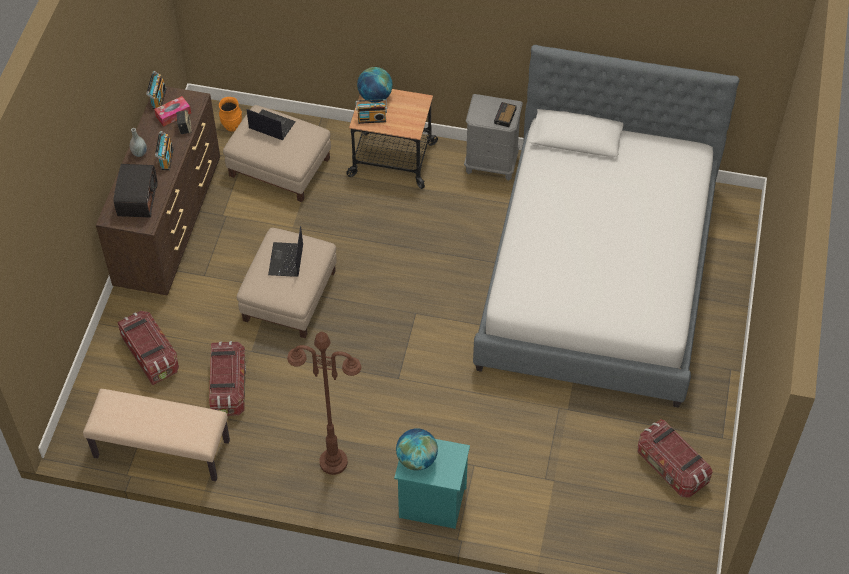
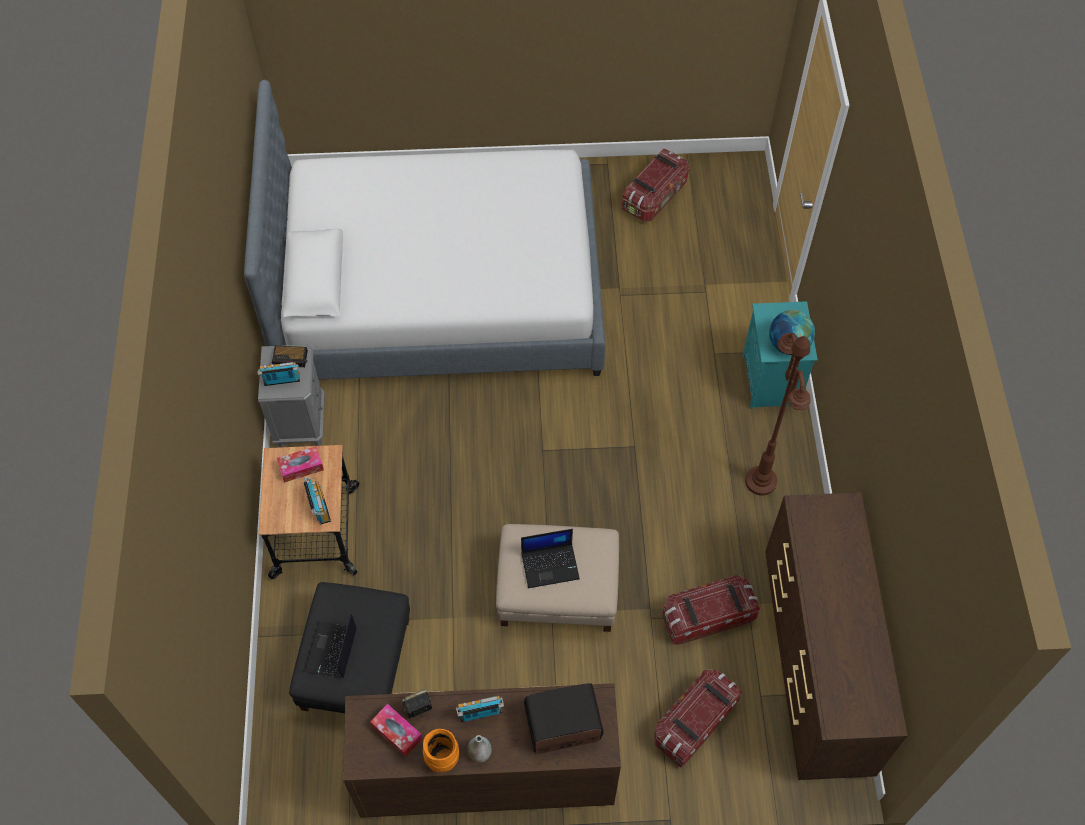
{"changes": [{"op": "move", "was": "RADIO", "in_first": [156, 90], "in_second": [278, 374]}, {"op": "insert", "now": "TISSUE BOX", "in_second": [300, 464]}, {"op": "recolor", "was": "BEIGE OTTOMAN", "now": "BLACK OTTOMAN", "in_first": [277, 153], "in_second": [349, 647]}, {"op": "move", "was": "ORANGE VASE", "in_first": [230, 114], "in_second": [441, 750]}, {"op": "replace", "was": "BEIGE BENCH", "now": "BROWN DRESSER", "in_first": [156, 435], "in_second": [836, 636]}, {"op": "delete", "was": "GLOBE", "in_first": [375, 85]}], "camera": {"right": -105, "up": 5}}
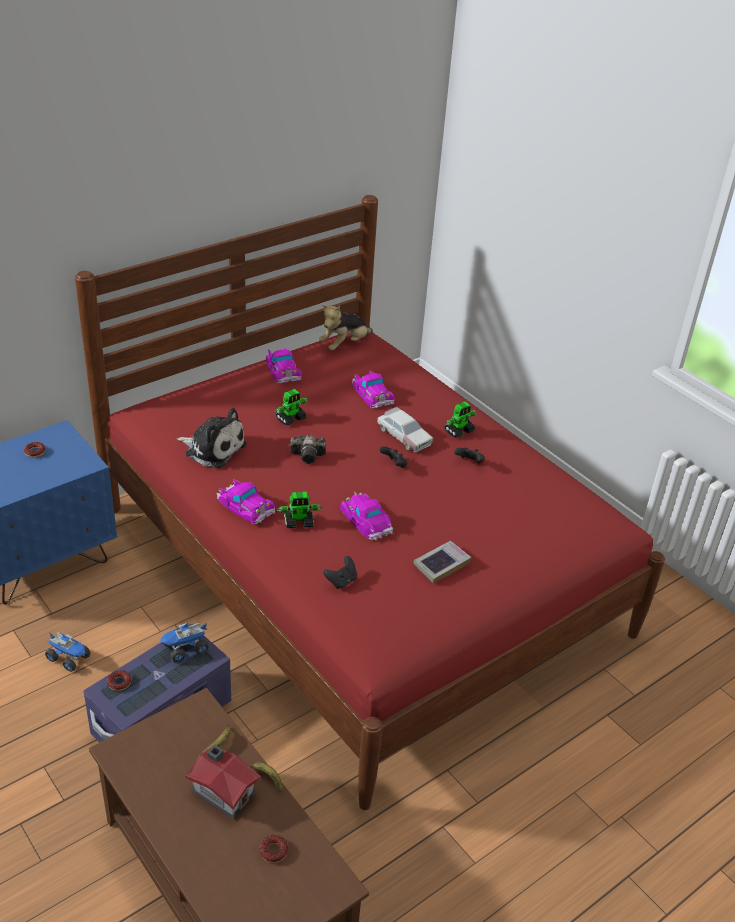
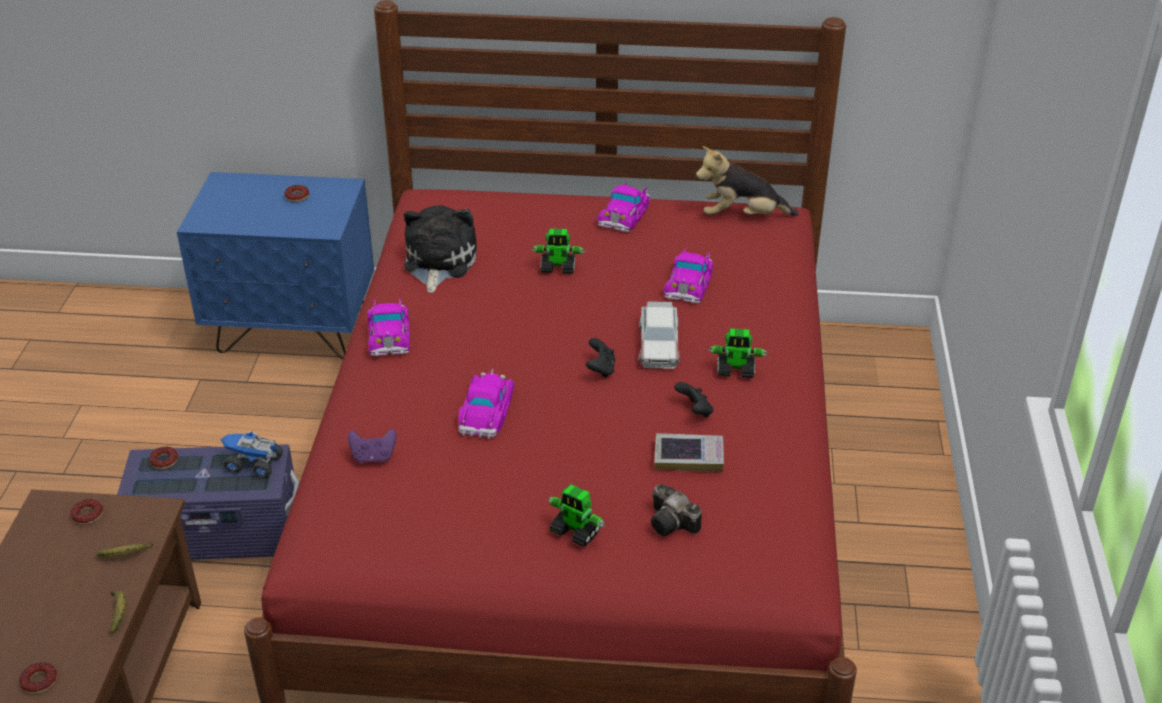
{"changes": [{"op": "insert", "now": "DONUT", "in_second": [86, 512]}, {"op": "recolor", "was": "BLACK GAME CONTROLLER", "now": "PURPLE GAME CONTROLLER", "in_first": [340, 572], "in_second": [372, 446]}, {"op": "rotate", "was": "PLUSH TOY", "in_first": [212, 438], "in_second": [440, 249], "clockwise": -150}, {"op": "move", "was": "TOY ROBOT", "in_first": [299, 510], "in_second": [576, 515]}, {"op": "move", "was": "PHOTO CAMERA", "in_first": [308, 449], "in_second": [676, 510]}, {"op": "move", "was": "BOOK", "in_first": [442, 562], "in_second": [689, 452]}, {"op": "delete", "was": "TOY TRUCK", "in_first": [68, 652]}, {"op": "delete", "was": "TOY HOUSE", "in_first": [223, 782]}], "camera": {"right": 45, "up": 0}}
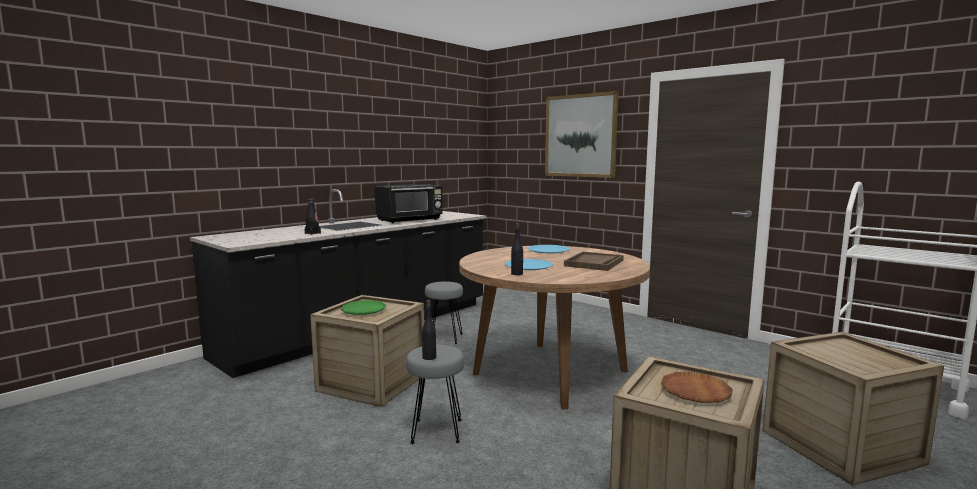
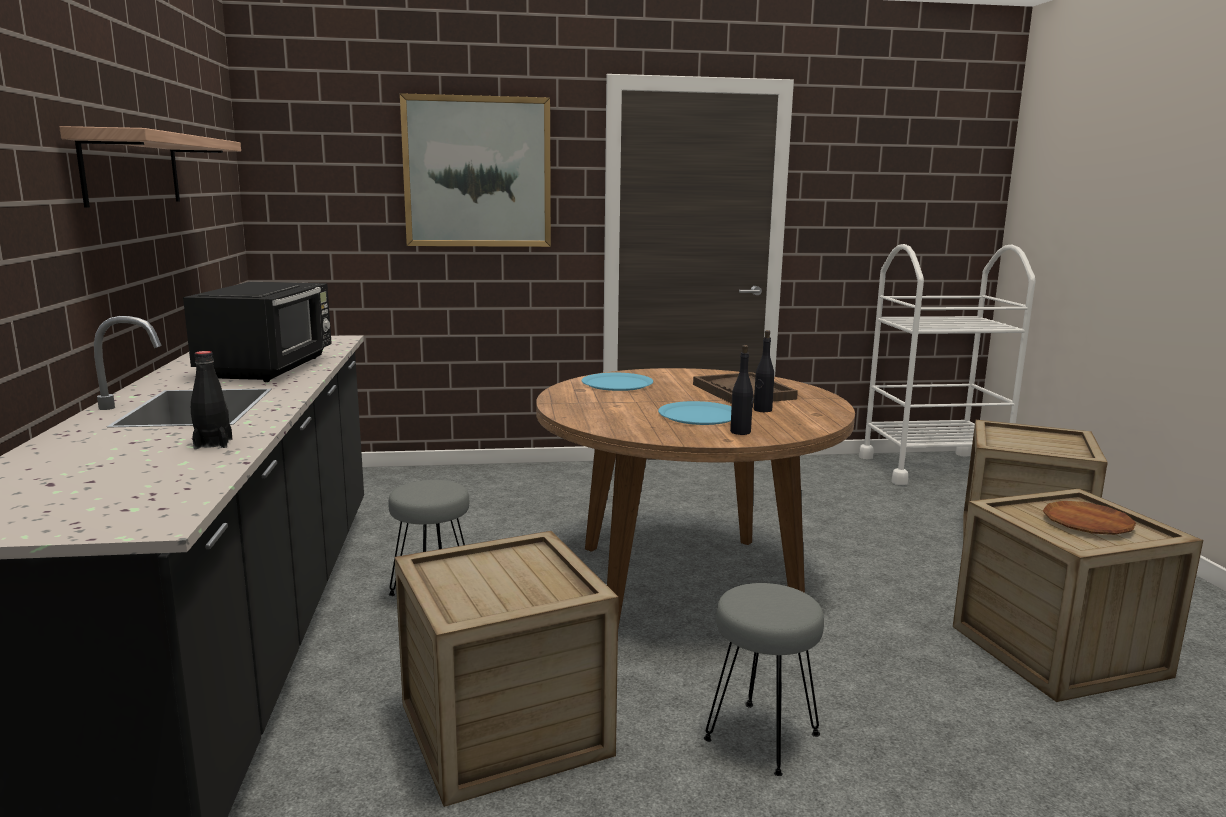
{"changes": [{"op": "insert", "now": "SHELF", "in_second": [150, 167]}, {"op": "move", "was": "BLACK BOTTLE", "in_first": [429, 330], "in_second": [764, 371]}, {"op": "delete", "was": "GREEN PLATE", "in_first": [363, 307]}], "camera": {"right": -50, "up": 5}}
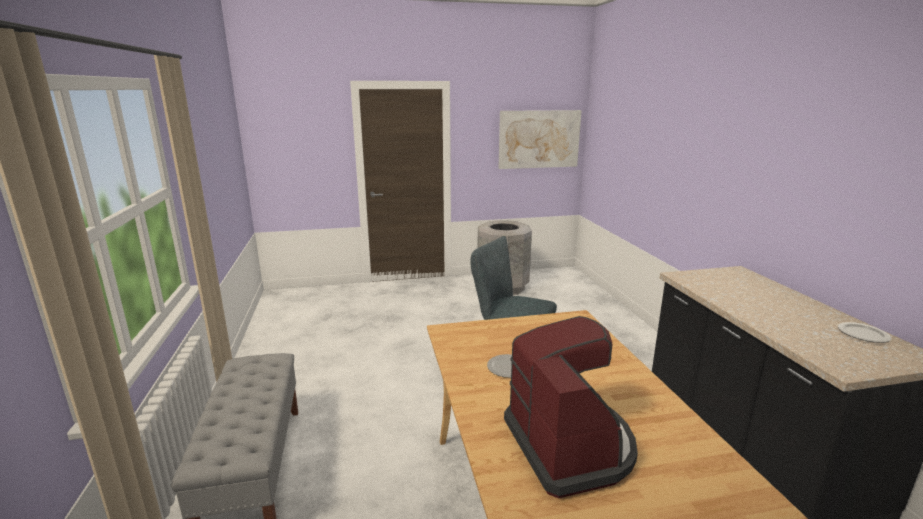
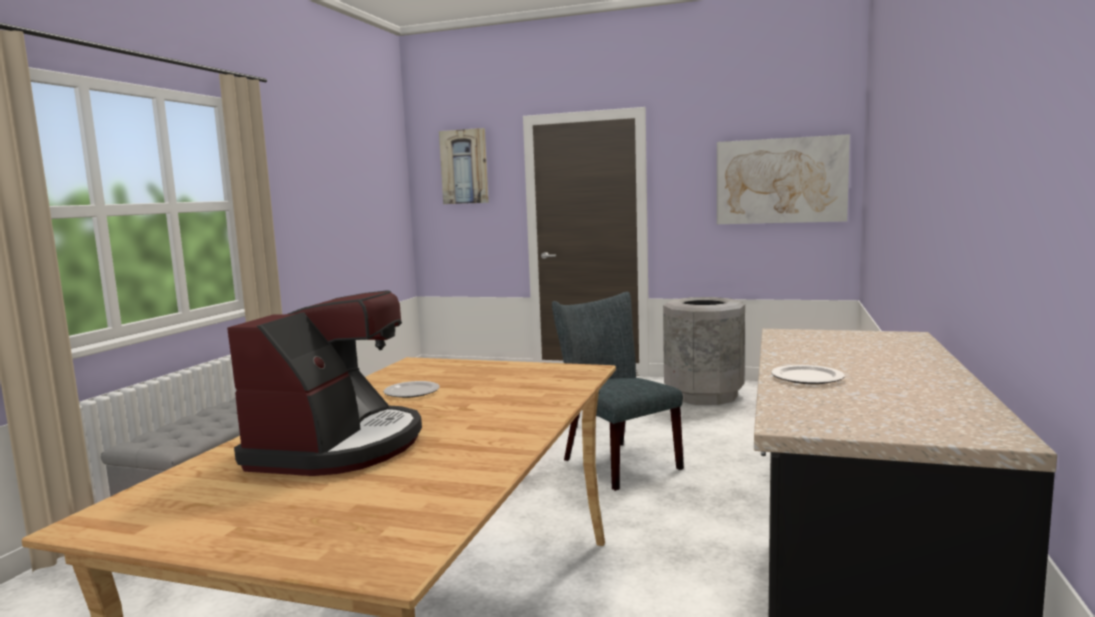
{"changes": [{"op": "insert", "now": "PICTURE", "in_second": [464, 166]}, {"op": "move", "was": "PLATE", "in_first": [865, 332], "in_second": [808, 374]}], "camera": {"right": 30, "up": -10}}
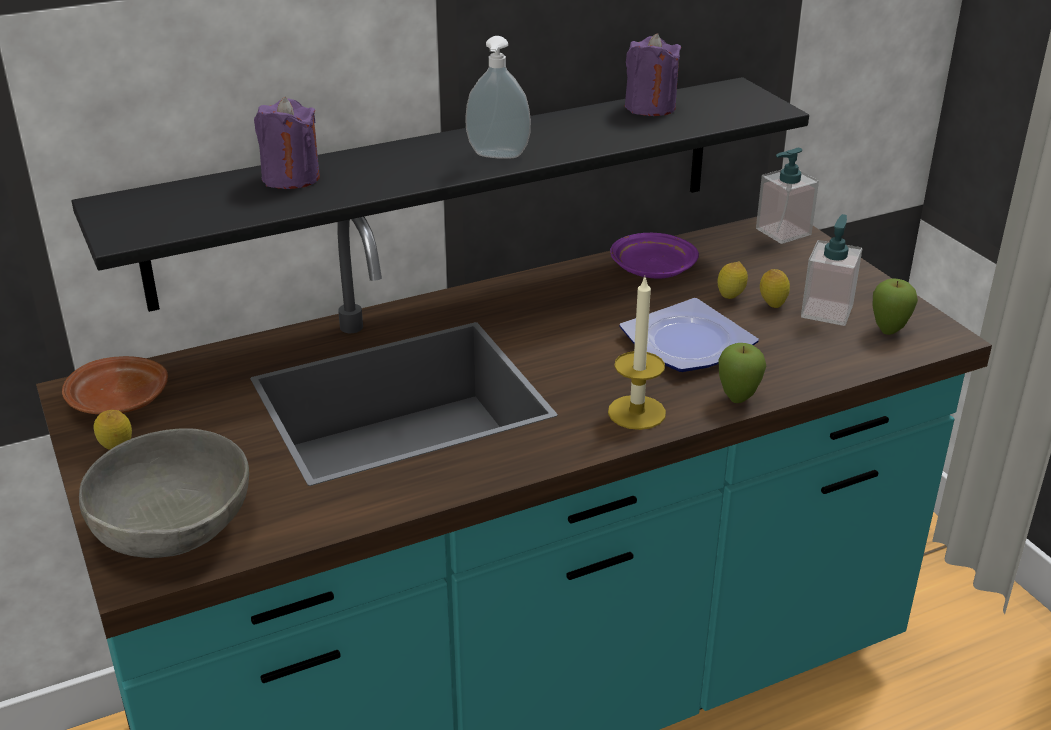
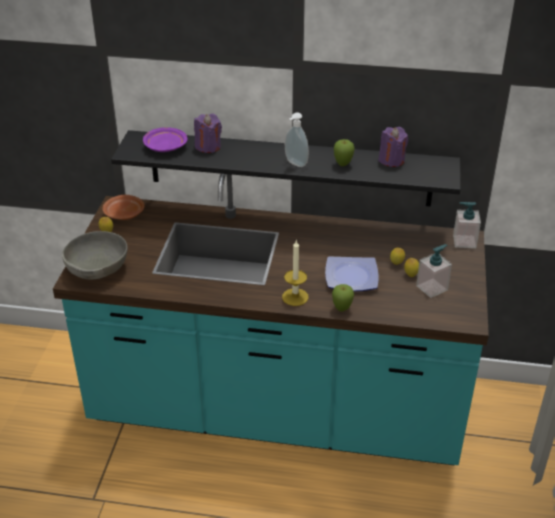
{"changes": [{"op": "move", "was": "PURPLE PLATE", "in_first": [654, 256], "in_second": [165, 139]}, {"op": "move", "was": "APPLE", "in_first": [895, 306], "in_second": [344, 152]}], "camera": {"right": 35, "up": 5}}
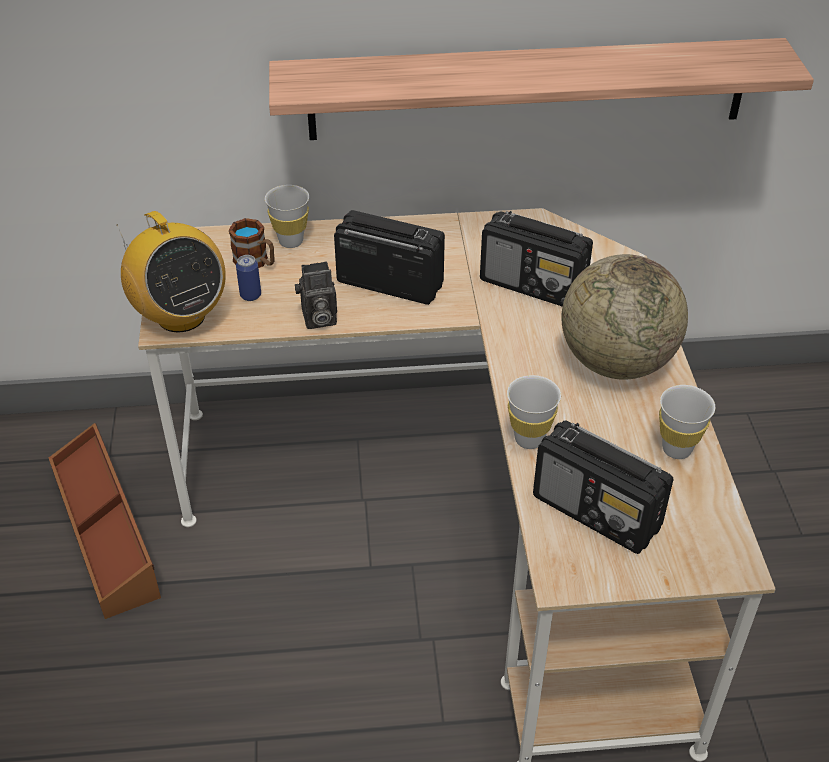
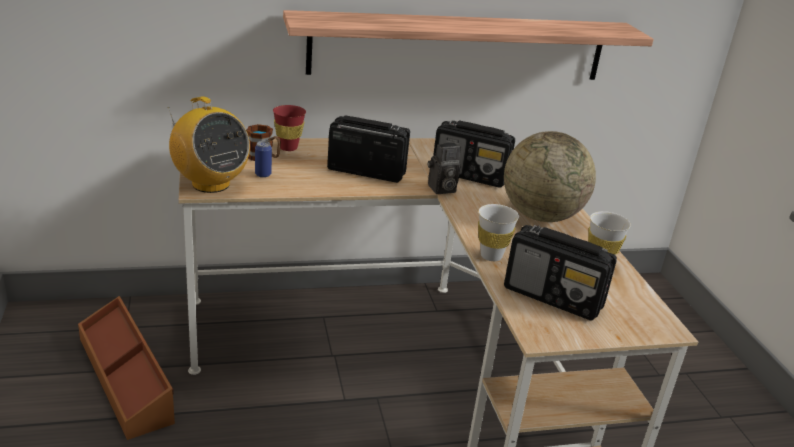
{"changes": [{"op": "recolor", "was": "WHITE CUP", "now": "RED CUP", "in_first": [287, 216], "in_second": [289, 128]}, {"op": "move", "was": "PHOTO CAMERA", "in_first": [316, 295], "in_second": [444, 168]}], "camera": {"right": -10, "up": -15}}
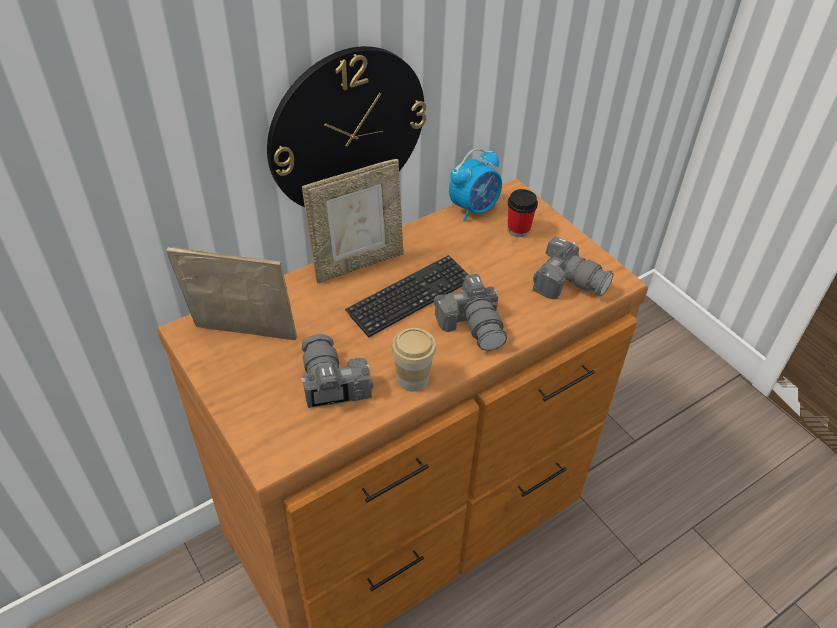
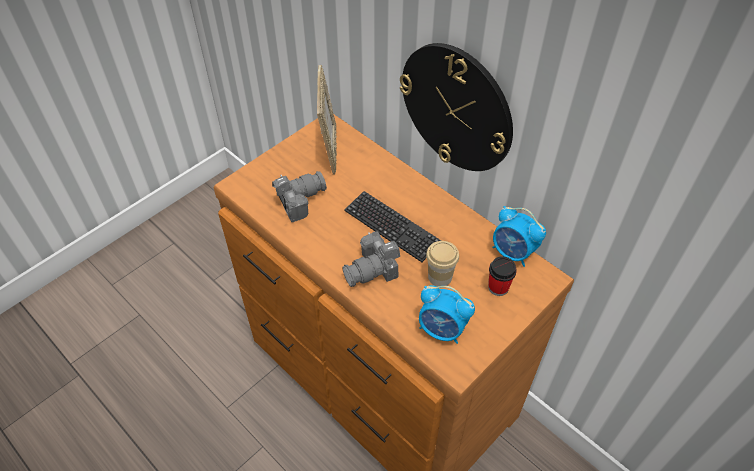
{"changes": [{"op": "replace", "was": "PHOTO CAMERA", "now": "ALARM CLOCK", "in_first": [573, 267], "in_second": [447, 314]}, {"op": "move", "was": "CUP", "in_first": [413, 360], "in_second": [442, 264]}, {"op": "delete", "was": "PICTURE FRAME", "in_first": [353, 221]}], "camera": {"right": 80, "up": 5}}
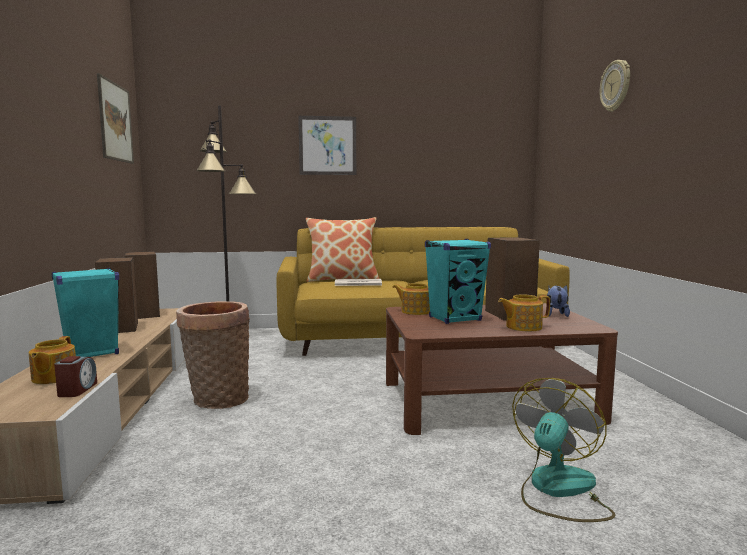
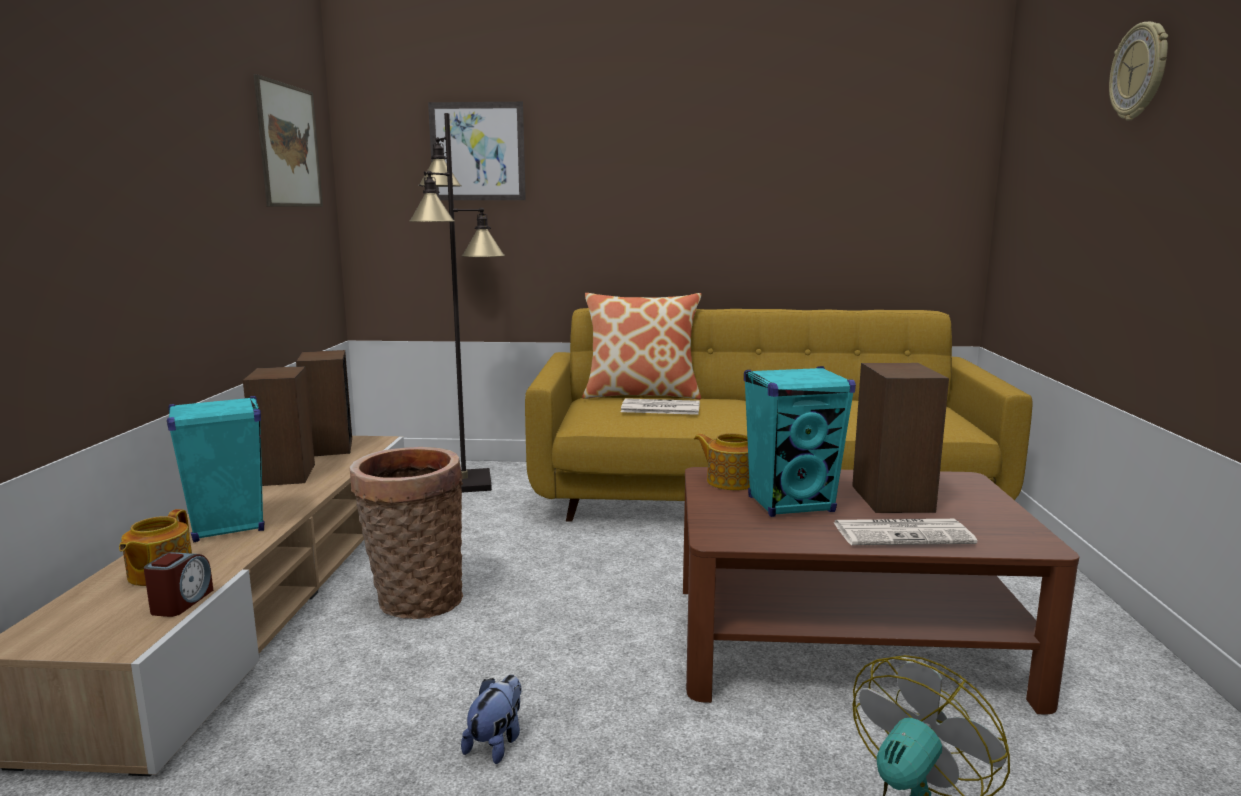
{"changes": [{"op": "move", "was": "PICTURE", "in_first": [327, 145], "in_second": [477, 151]}, {"op": "move", "was": "PLUSH TOY", "in_first": [558, 301], "in_second": [491, 719]}, {"op": "replace", "was": "TEAPOT", "now": "NEWSPAPER", "in_first": [524, 312], "in_second": [905, 532]}], "camera": {"right": 10, "up": 5}}
